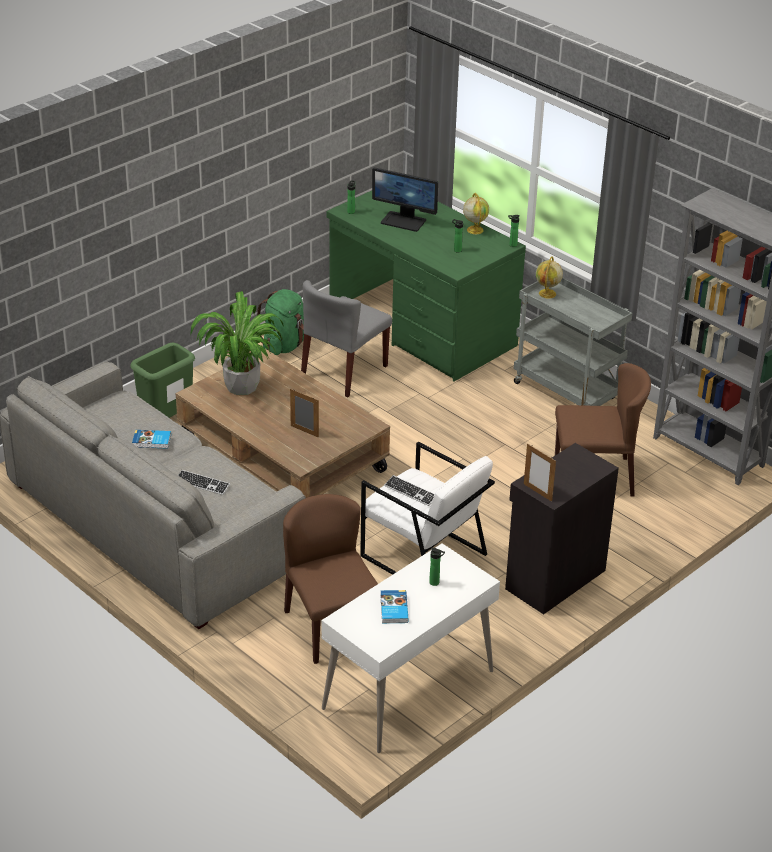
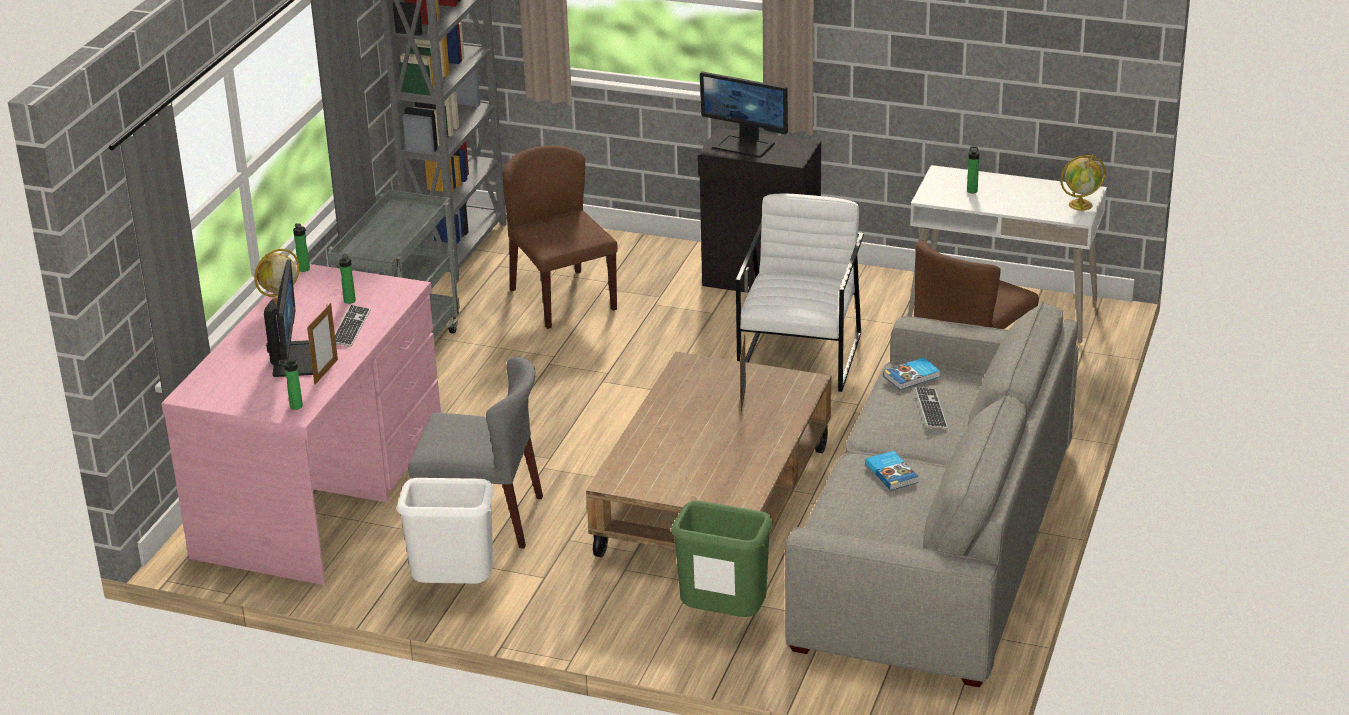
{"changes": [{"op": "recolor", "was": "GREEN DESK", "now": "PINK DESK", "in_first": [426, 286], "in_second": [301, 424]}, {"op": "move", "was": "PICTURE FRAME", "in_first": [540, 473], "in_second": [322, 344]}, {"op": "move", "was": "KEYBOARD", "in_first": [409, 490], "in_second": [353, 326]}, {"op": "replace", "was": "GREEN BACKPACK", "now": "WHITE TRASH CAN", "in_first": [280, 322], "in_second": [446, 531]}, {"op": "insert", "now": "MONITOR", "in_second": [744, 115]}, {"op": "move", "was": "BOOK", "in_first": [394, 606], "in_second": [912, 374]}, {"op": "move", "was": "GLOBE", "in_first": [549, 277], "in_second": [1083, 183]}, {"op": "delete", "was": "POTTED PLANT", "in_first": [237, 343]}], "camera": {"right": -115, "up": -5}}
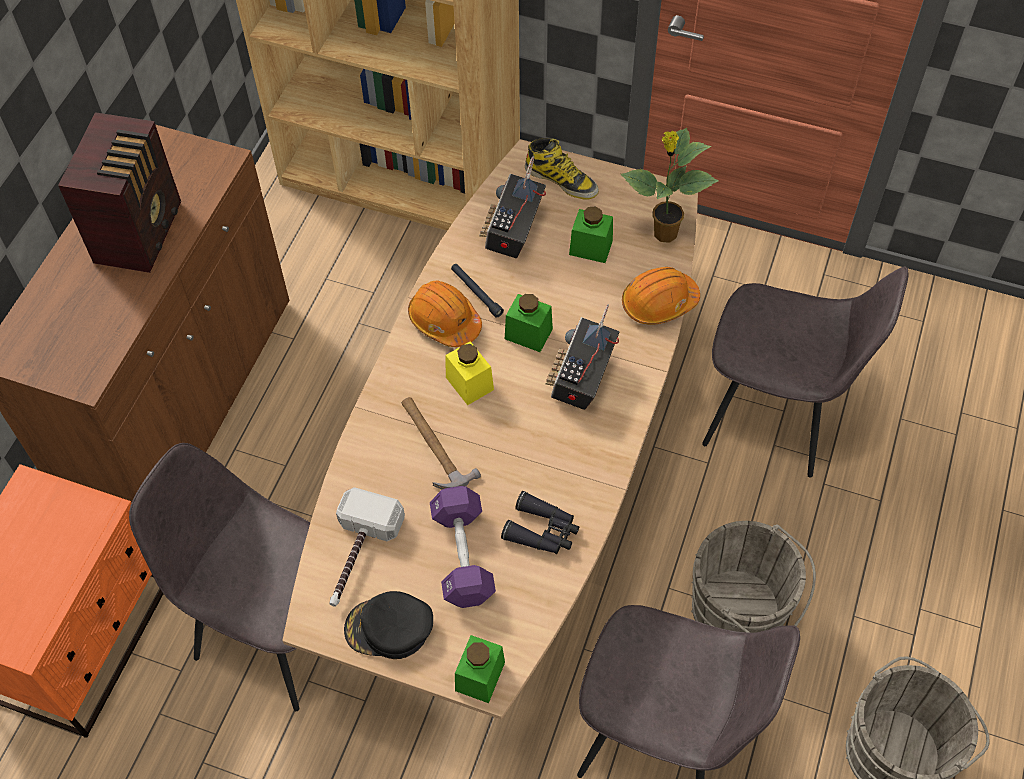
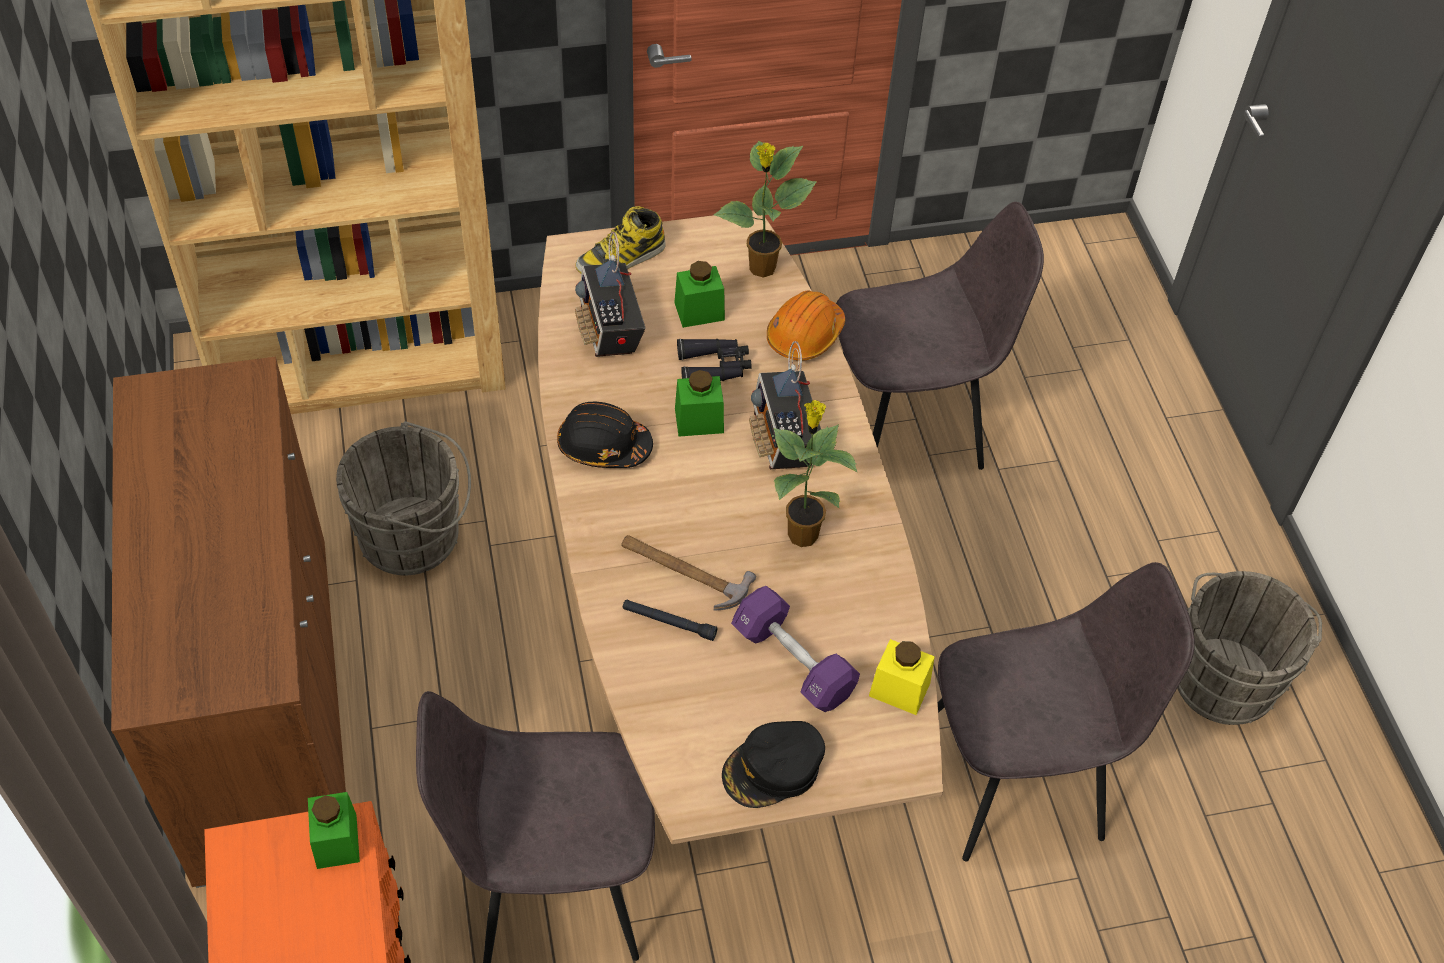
{"changes": [{"op": "move", "was": "GREEN JAR", "in_first": [480, 669], "in_second": [334, 830]}, {"op": "move", "was": "GREY BUCKET", "in_first": [753, 577], "in_second": [403, 498]}, {"op": "recolor", "was": "ORANGE HARD HAT", "now": "BLACK HARD HAT", "in_first": [445, 314], "in_second": [605, 435]}, {"op": "rotate", "was": "BOOT", "in_first": [562, 169], "in_second": [620, 239], "clockwise": 150}, {"op": "move", "was": "BLACK FLASHLIGHT", "in_first": [477, 291], "in_second": [670, 620]}, {"op": "move", "was": "BLACK BINOCULARS", "in_first": [540, 522], "in_second": [714, 360]}, {"op": "insert", "now": "POTTED PLANT", "in_second": [816, 473]}, {"op": "move", "was": "YELLOW JAR", "in_first": [469, 373], "in_second": [902, 677]}, {"op": "delete", "was": "RADIO", "in_first": [119, 192]}, {"op": "delete", "was": "HAMMER", "in_first": [367, 547]}], "camera": {"right": -35, "up": -5}}
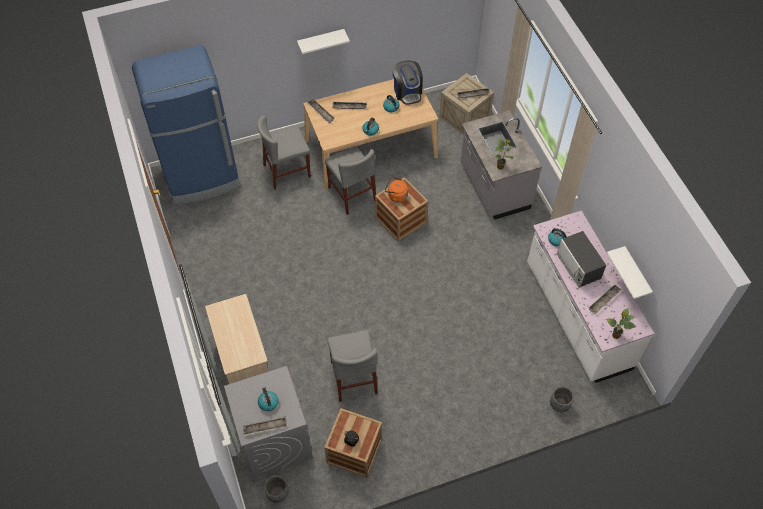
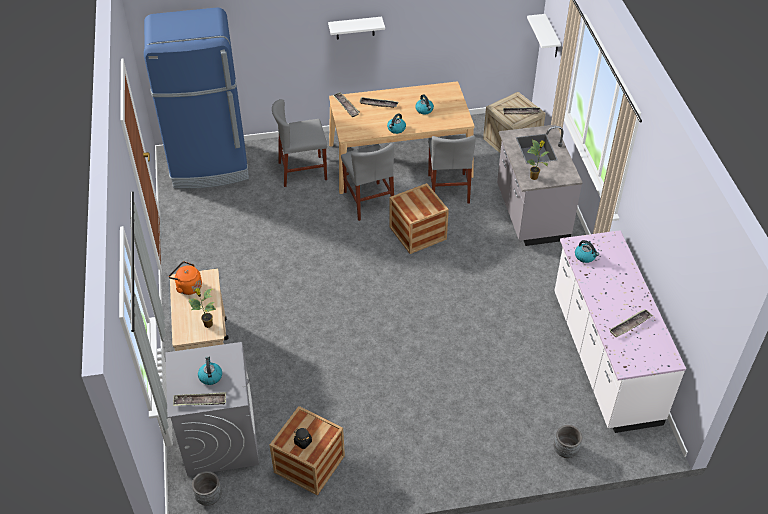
{"changes": [{"op": "move", "was": "ORANGE KETTLE", "in_first": [396, 190], "in_second": [185, 278]}, {"op": "move", "was": "POTTED PLANT", "in_first": [621, 323], "in_second": [202, 308]}, {"op": "move", "was": "GREY CHAIR", "in_first": [352, 366], "in_second": [452, 169]}, {"op": "move", "was": "WHITE SHELF", "in_first": [630, 272], "in_second": [544, 35]}, {"op": "delete", "was": "COFFEE MACHINE", "in_first": [407, 83]}, {"op": "delete", "was": "MICROWAVE", "in_first": [581, 259]}], "camera": {"right": 10, "up": -10}}
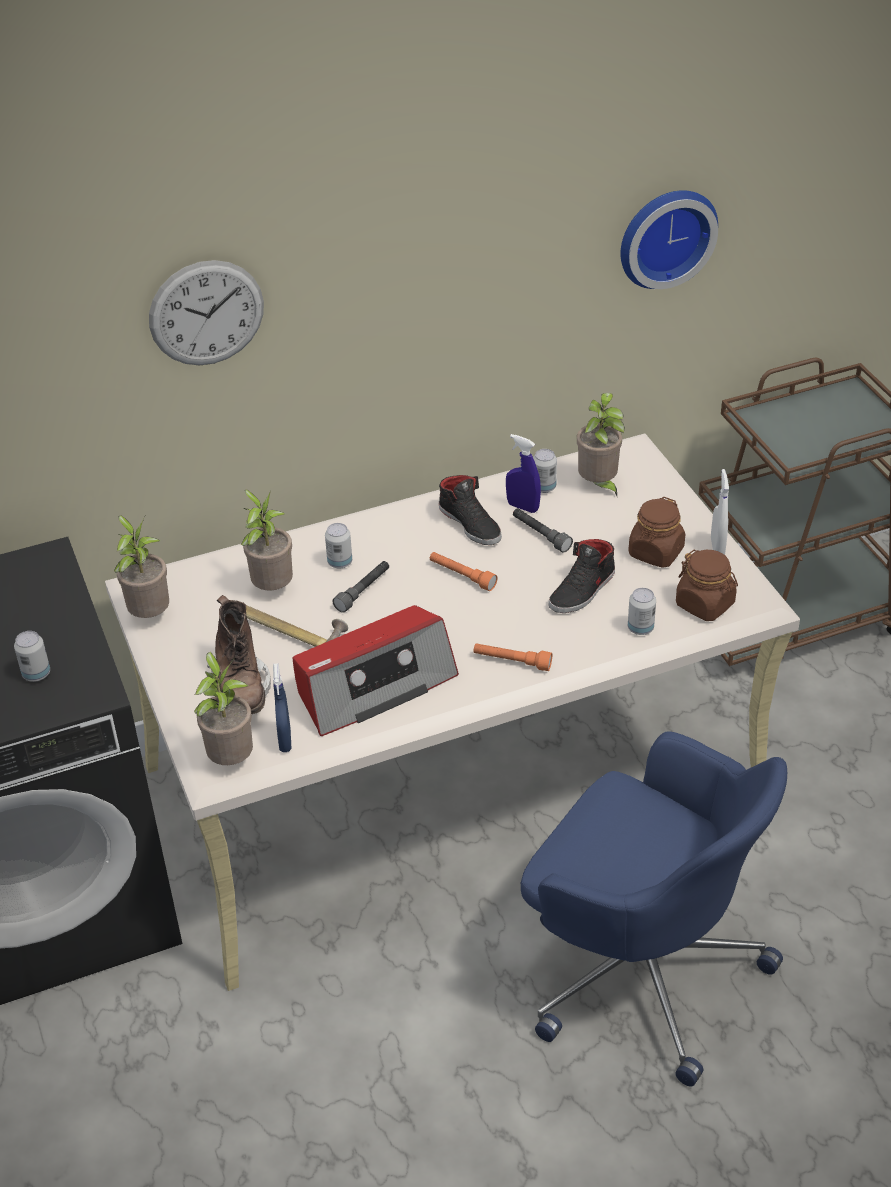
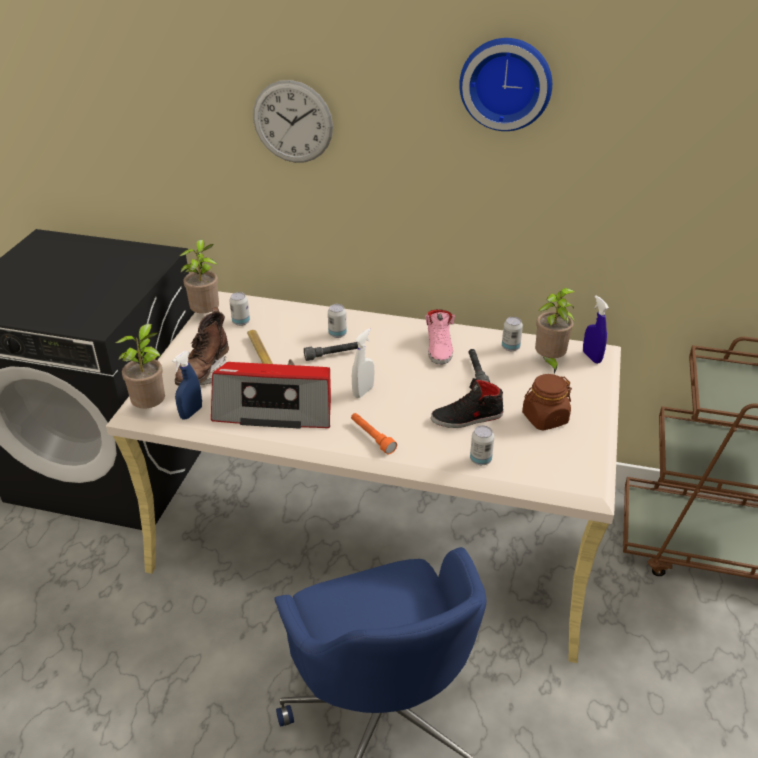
{"changes": [{"op": "move", "was": "CAN", "in_first": [32, 656], "in_second": [239, 309]}, {"op": "move", "was": "WHITE SPRAY BOTTLE", "in_first": [720, 512], "in_second": [363, 363]}, {"op": "recolor", "was": "BLACK SHOE", "now": "PINK SHOE", "in_first": [470, 510], "in_second": [440, 337]}, {"op": "move", "was": "WALL CLOCK", "in_first": [669, 239], "in_second": [505, 84]}, {"op": "move", "was": "BLUE SPRAY BOTTLE", "in_first": [523, 473], "in_second": [596, 329]}, {"op": "delete", "was": "POTTED PLANT", "in_first": [267, 540]}, {"op": "delete", "was": "ORANGE FLASHLIGHT", "in_first": [464, 571]}, {"op": "delete", "was": "BROWN JAR", "in_first": [707, 585]}], "camera": {"right": 35, "up": -5}}
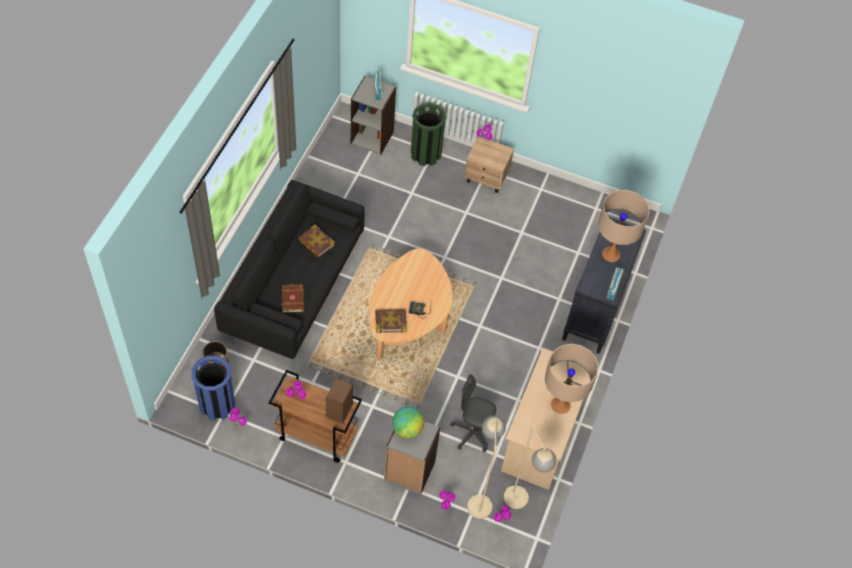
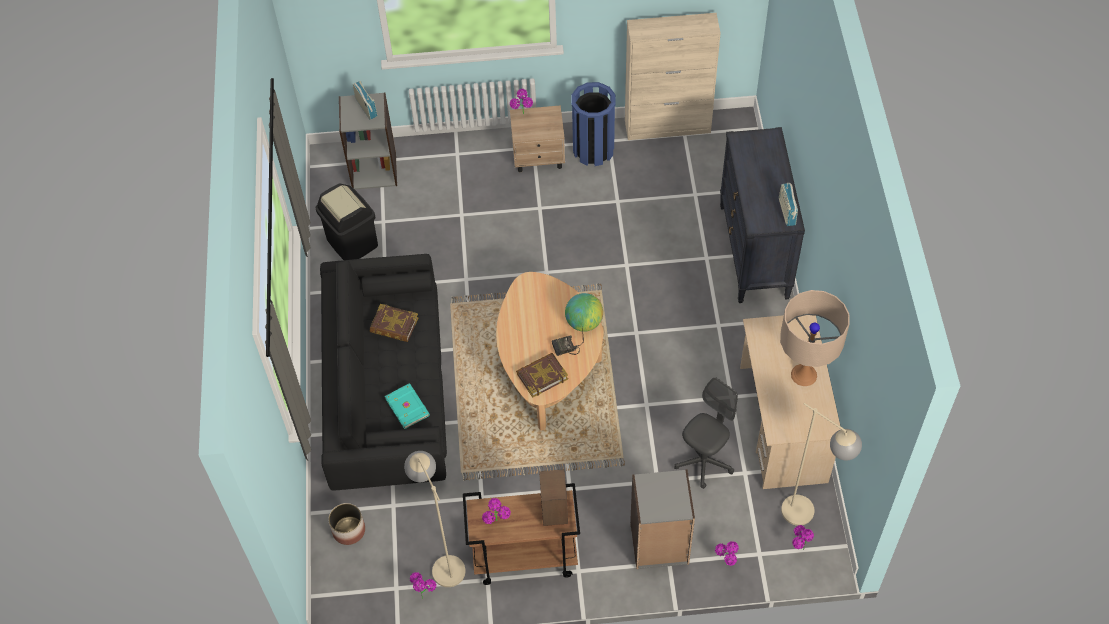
{"changes": [{"op": "insert", "now": "BLACK TRASH CAN", "in_second": [347, 222]}, {"op": "recolor", "was": "BROWN BOOK", "now": "TURQUOISE BOOK", "in_first": [293, 299], "in_second": [407, 406]}, {"op": "move", "was": "BEIGE FLOOR LAMP", "in_first": [486, 467], "in_second": [435, 519]}, {"op": "move", "was": "GLOBE", "in_first": [408, 422], "in_second": [584, 312]}, {"op": "move", "was": "BLUE TRASH CAN", "in_first": [213, 388], "in_second": [593, 124]}, {"op": "insert", "now": "BEIGE CABINET", "in_second": [673, 76]}, {"op": "rotate", "was": "GREY OFFICE CHAIR", "in_first": [473, 413], "in_second": [706, 433], "clockwise": 135}, {"op": "delete", "was": "GREEN TRASH CAN", "in_first": [428, 134]}, {"op": "delete", "was": "BEIGE TABLE LAMP", "in_first": [624, 226]}], "camera": {"right": -20, "up": 0}}
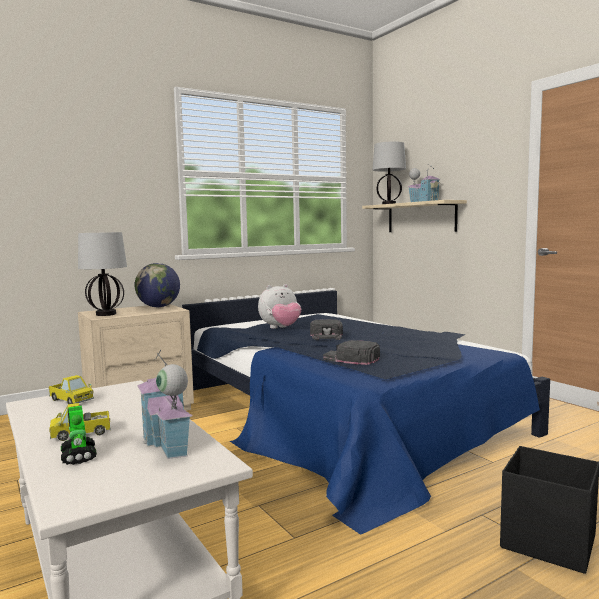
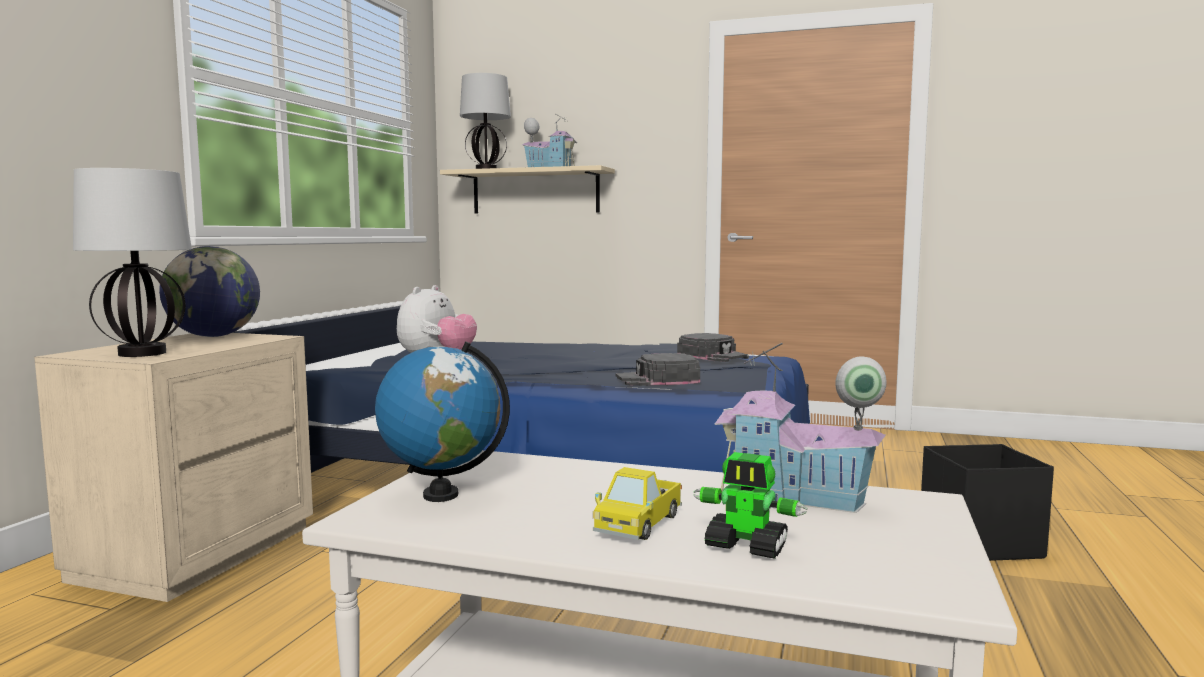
{"changes": [{"op": "replace", "was": "TOY TRUCK", "now": "GLOBE", "in_first": [71, 389], "in_second": [442, 421]}, {"op": "move", "was": "BLACK CAP", "in_first": [326, 329], "in_second": [713, 347]}], "camera": {"right": -40, "up": 0}}
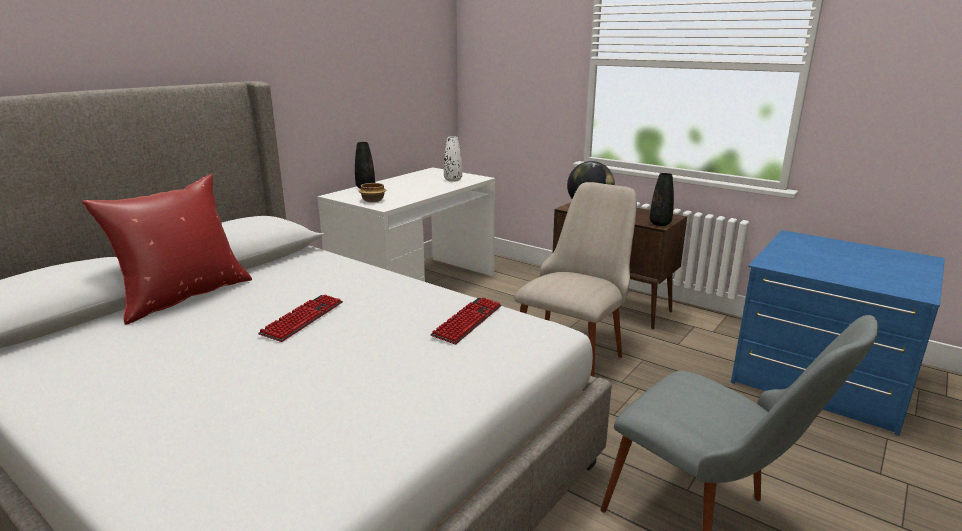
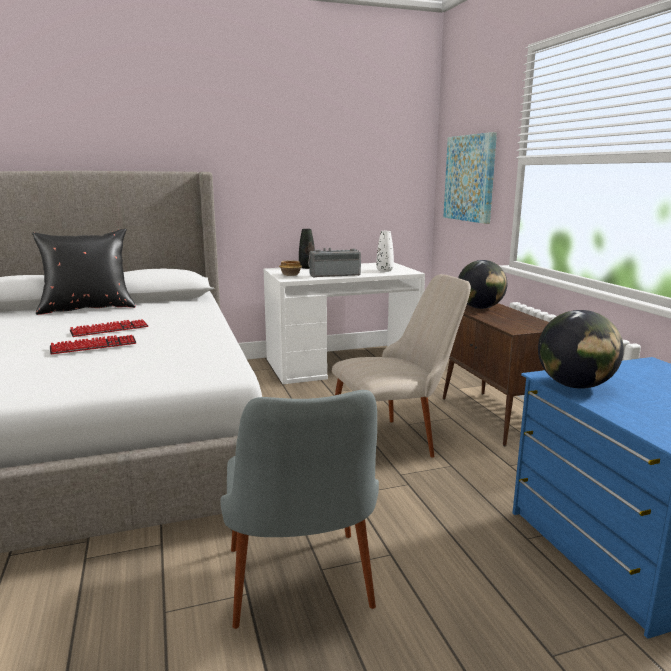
{"changes": [{"op": "recolor", "was": "RED PILLOW", "now": "BLACK PILLOW", "in_first": [167, 249], "in_second": [84, 272]}, {"op": "move", "was": "KEYBOARD", "in_first": [465, 320], "in_second": [93, 344]}, {"op": "insert", "now": "RADIO", "in_second": [334, 262]}, {"op": "insert", "now": "PICTURE", "in_second": [470, 178]}, {"op": "insert", "now": "GLOBE", "in_second": [581, 349]}, {"op": "delete", "was": "BLACK VASE", "in_first": [662, 199]}], "camera": {"right": 35, "up": -5}}
